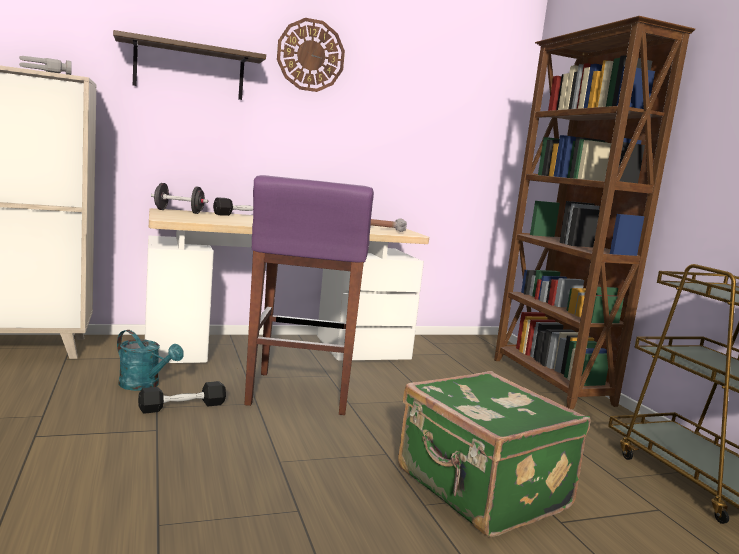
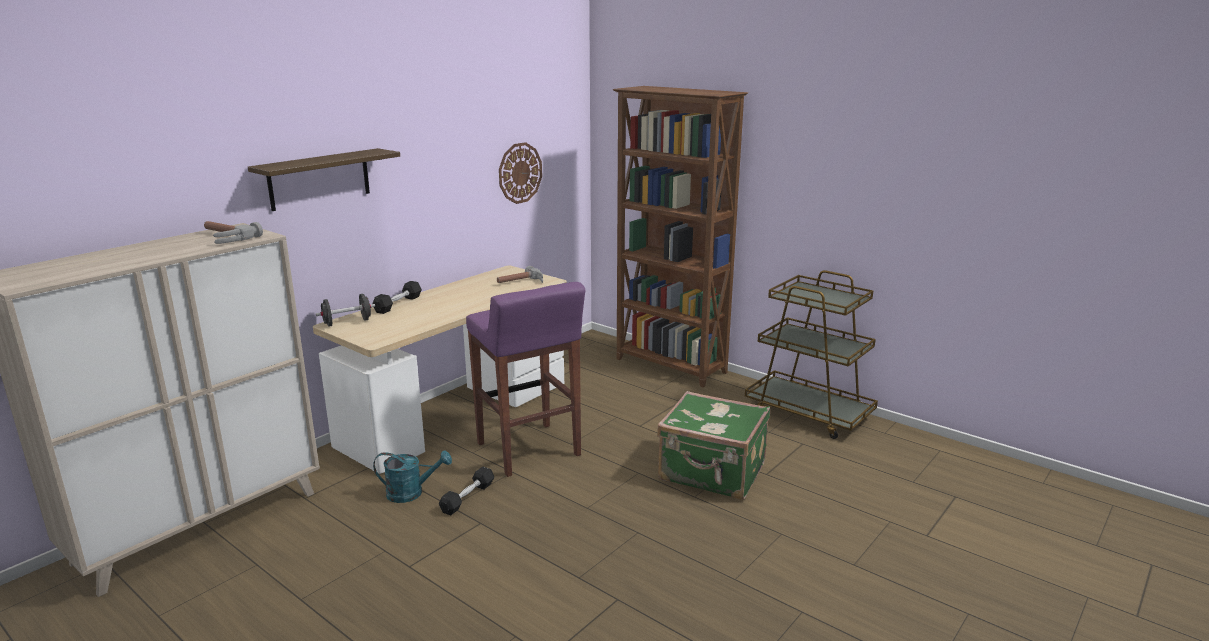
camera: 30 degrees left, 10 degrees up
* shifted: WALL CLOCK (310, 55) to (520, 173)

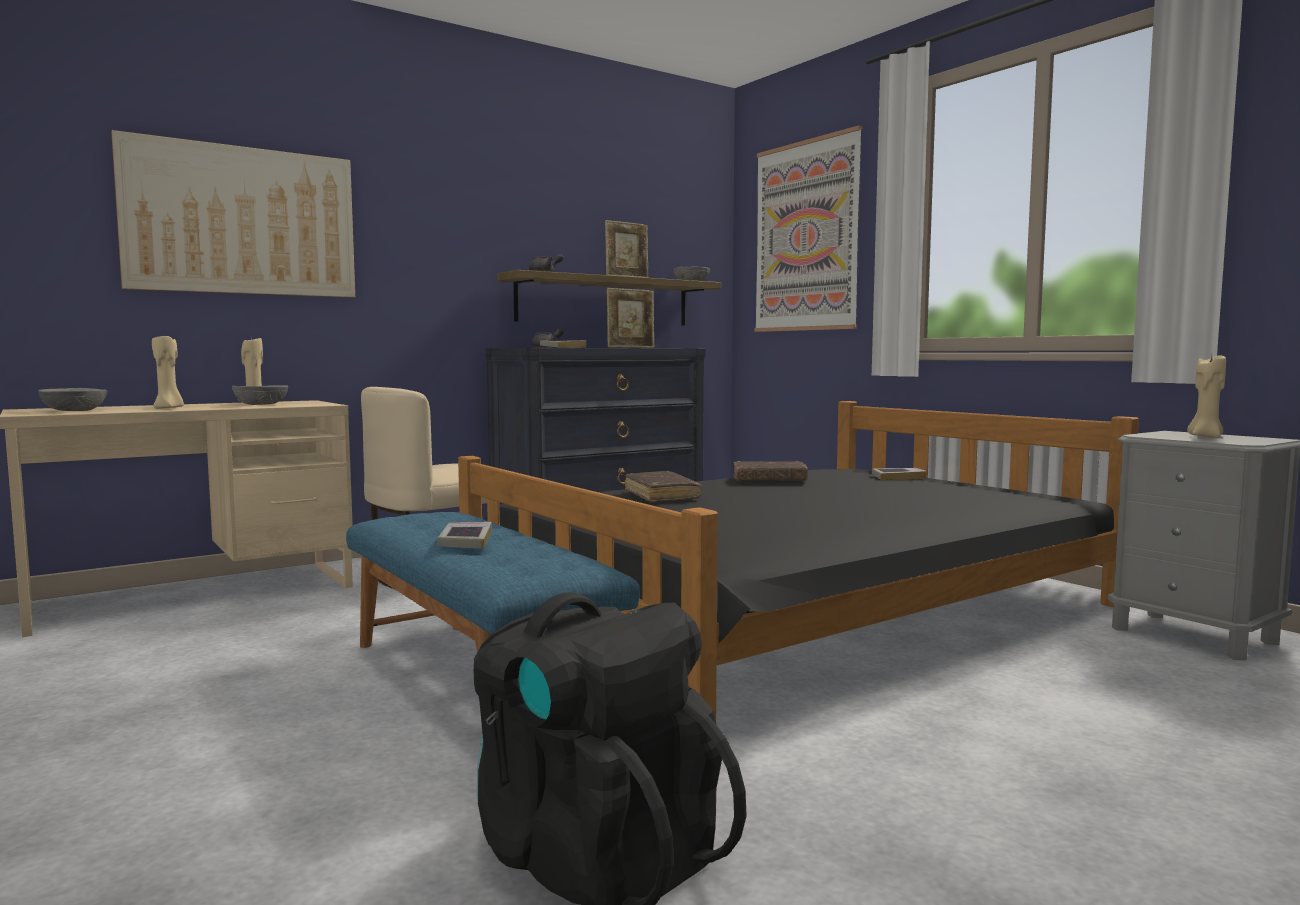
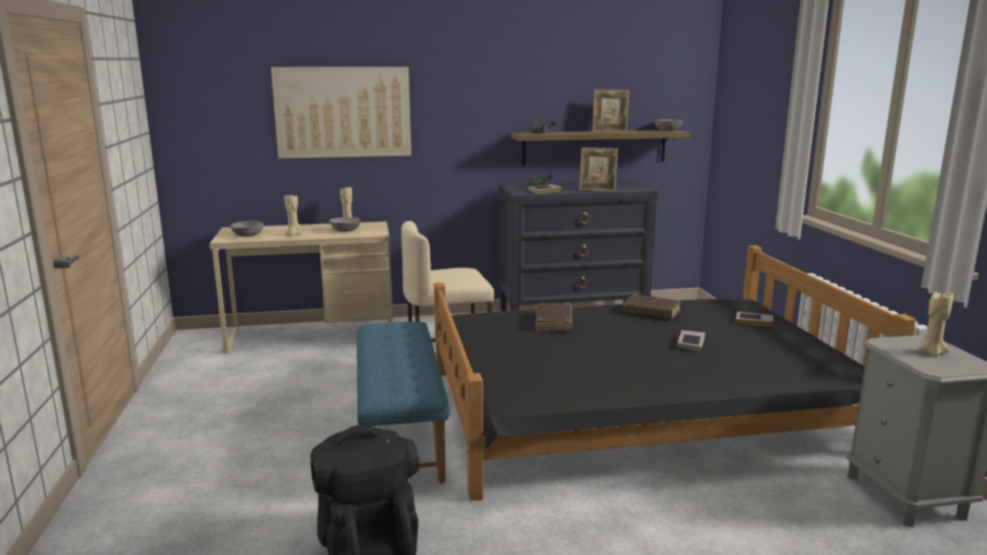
camera: 25 degrees right, 10 degrees up
* shifted: BOOK (465, 541) to (690, 343)
* gone: PICTURE (806, 236)

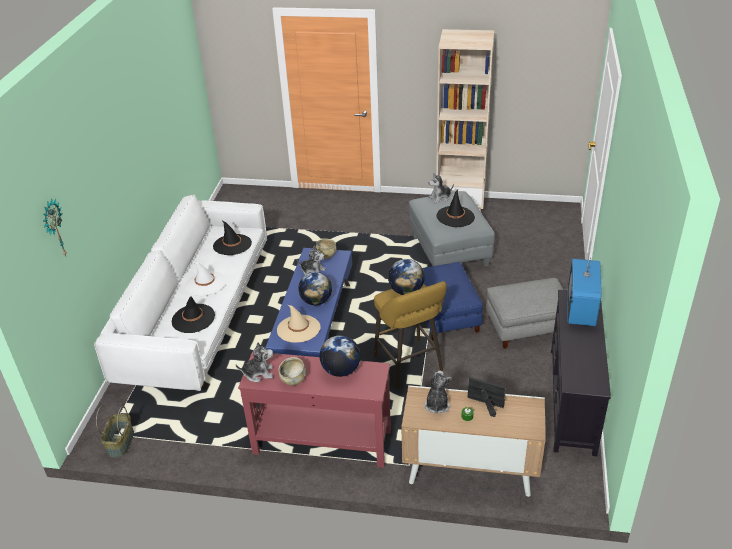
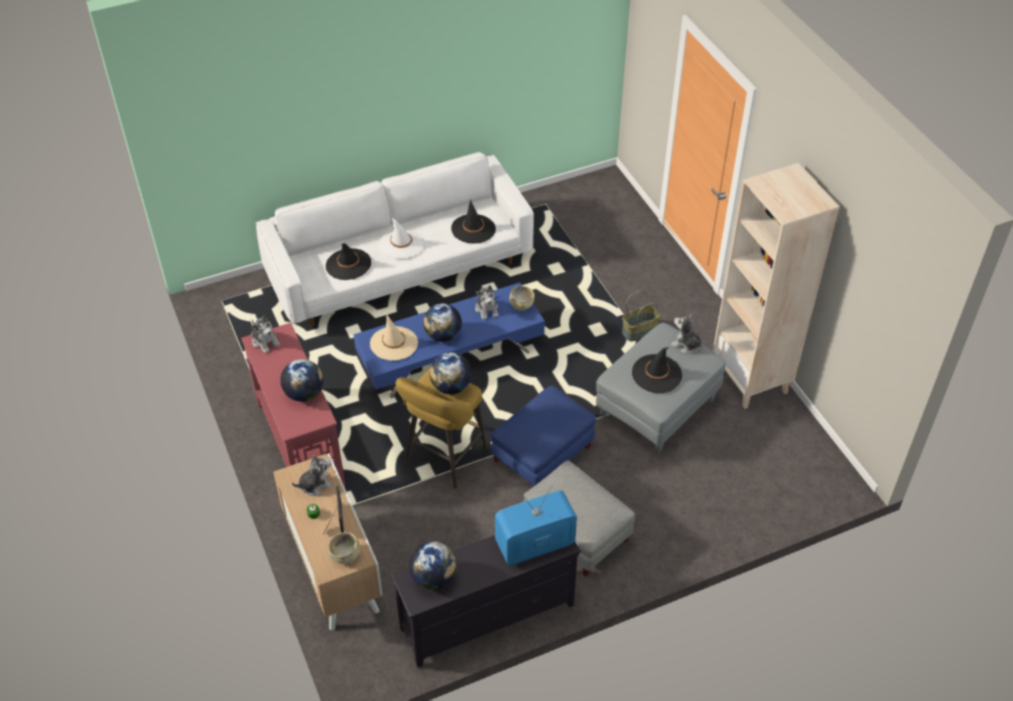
camera: 55 degrees right, 10 degrees up
* gone: WALL CLOCK (54, 229)
* shifted: BASKET (120, 442) to (639, 330)
* shifted: BEIGE BOWL (293, 379) to (345, 555)
* new: GLOBE (433, 578)

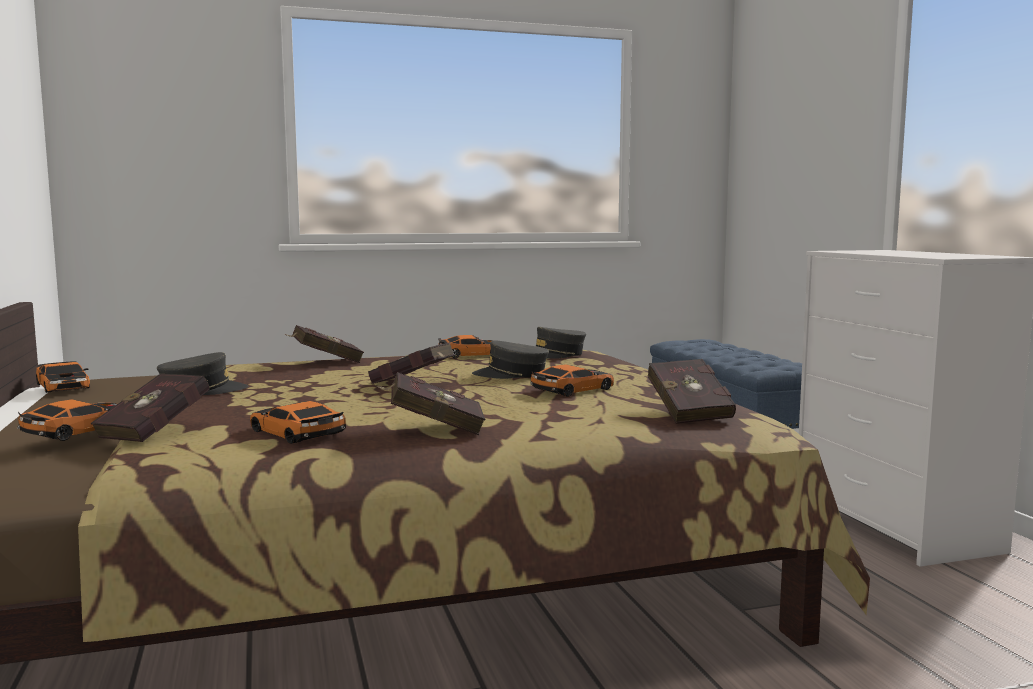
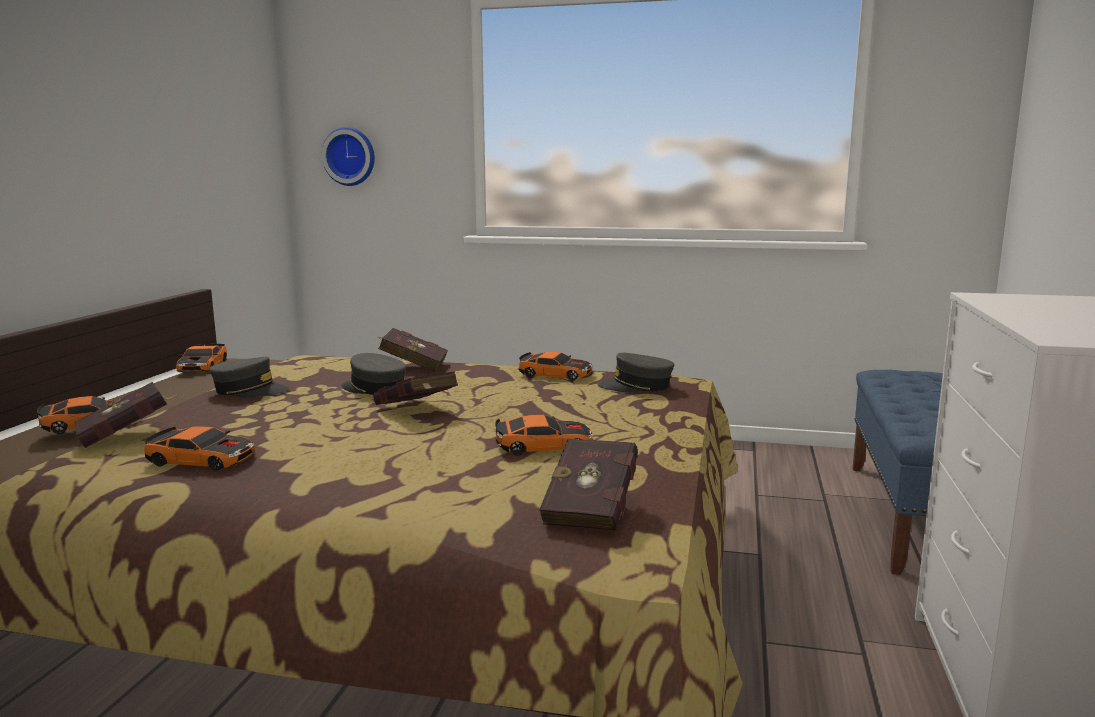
camera: 30 degrees right, 5 degrees up
* rotated: TOY CAR (295, 433) = (203, 459) 120 degrees clockwise
* gone: RED BOOK (432, 428)
* shifted: GREY CAP (511, 374) to (374, 388)
* new: WALL CLOCK (350, 156)

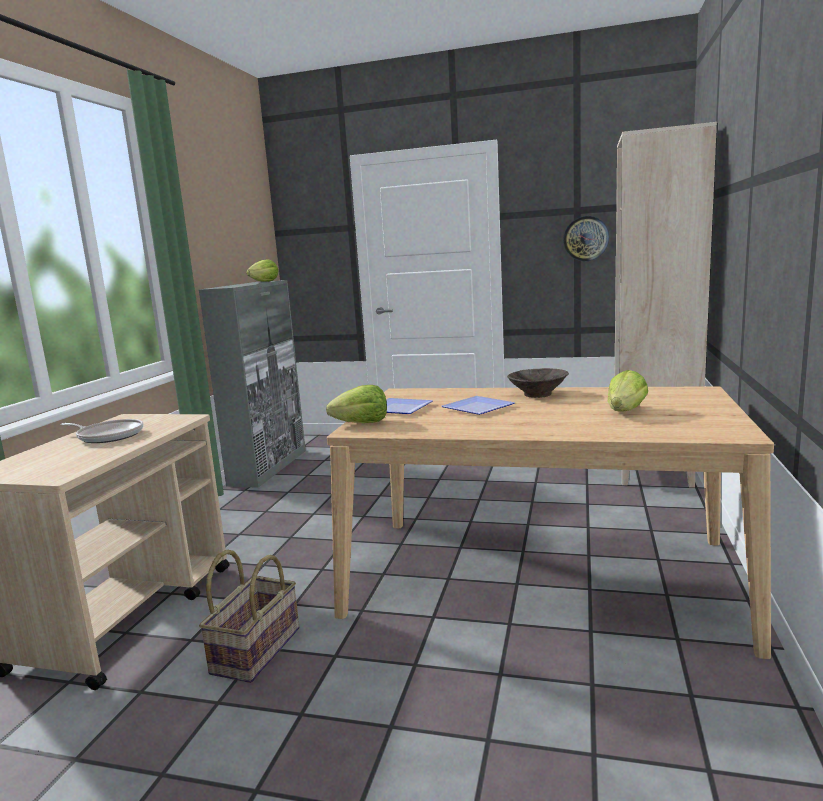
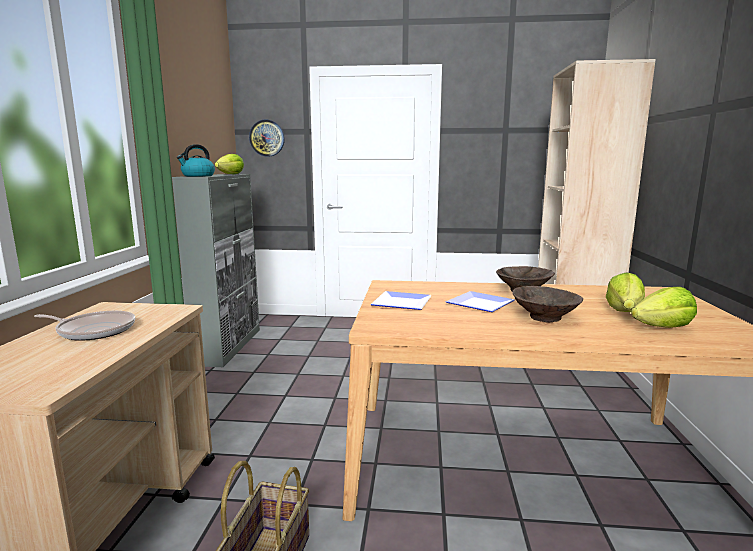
camera: 10 degrees left, 0 degrees up
* shifted: LETTUCE (362, 423) to (662, 327)
* shifted: WALL CLOCK (586, 238) to (267, 138)
* new: KETTLE (198, 176)
* new: BROWN BOWL (543, 317)

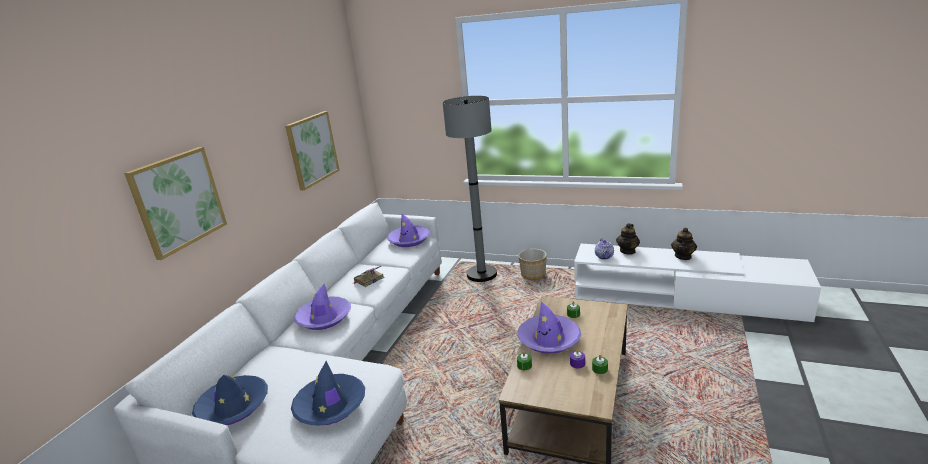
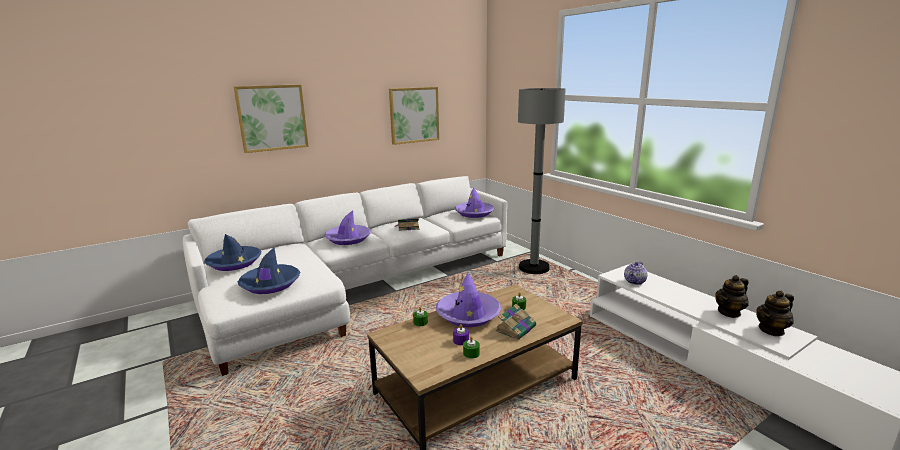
camera: 35 degrees right, 5 degrees down
* gone: PLANTER (533, 275)
* shifted: TEAPOT (627, 251) to (771, 330)
* new: BOOK (516, 328)

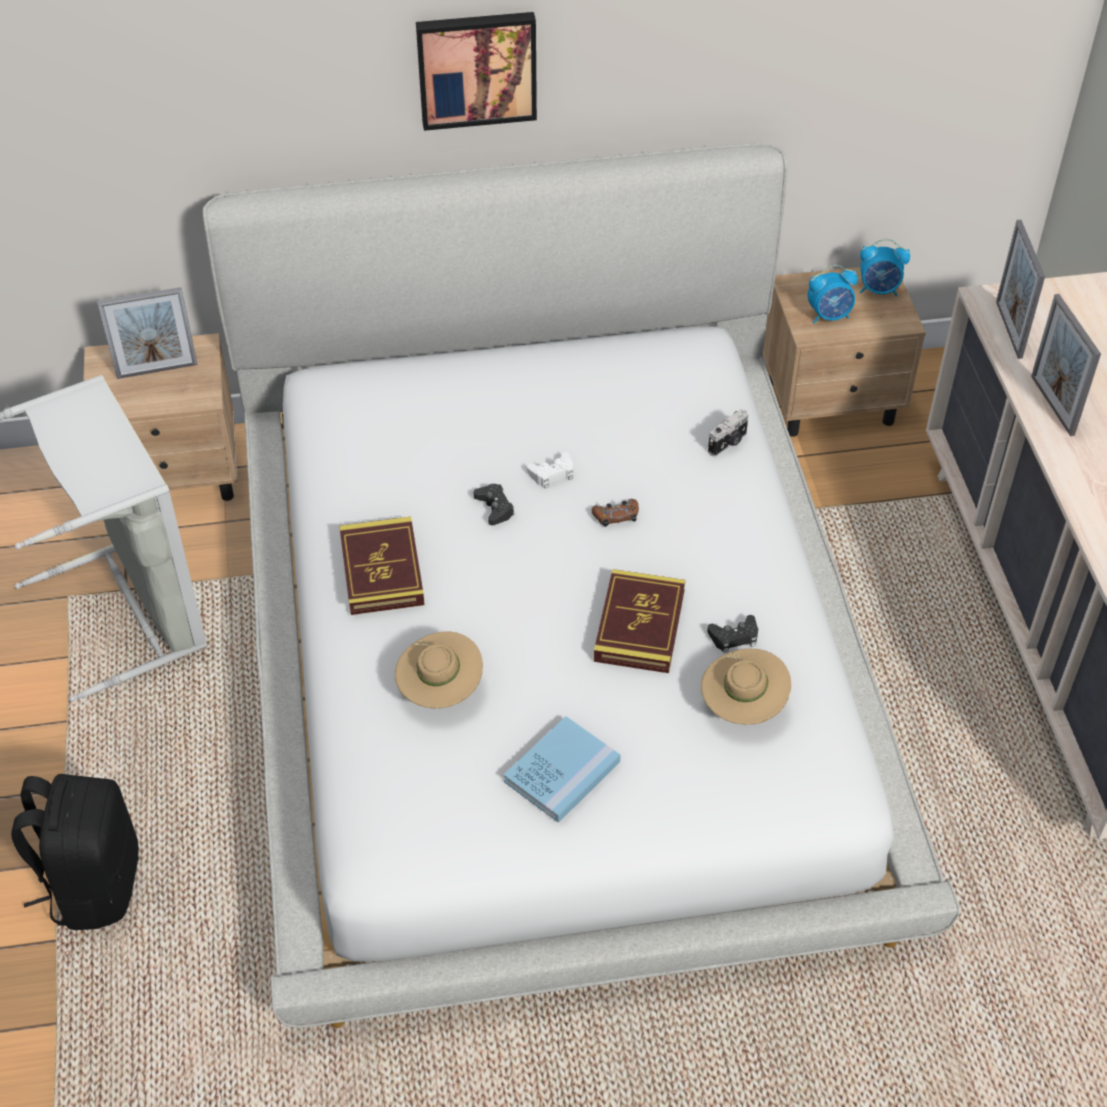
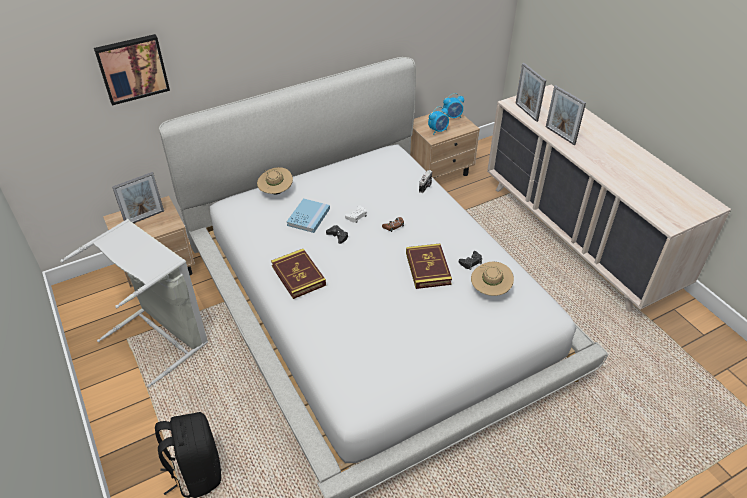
camera: 20 degrees left, 5 degrees down
* shifted: BEIGE HAT (440, 690) to (276, 191)
* shifted: PICTURE (476, 68) to (132, 68)
* shifted: BLUE BOOK (562, 771) to (308, 217)

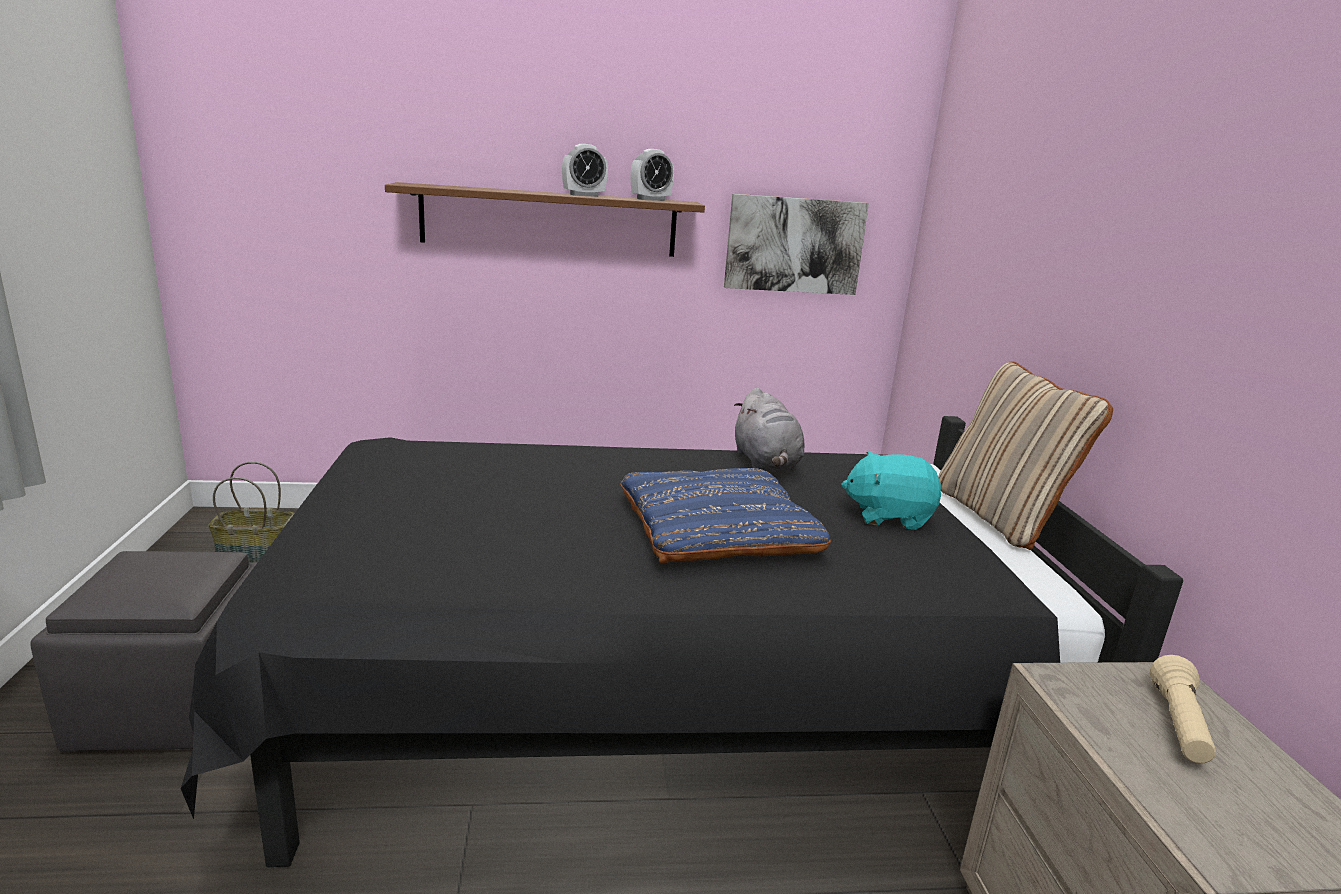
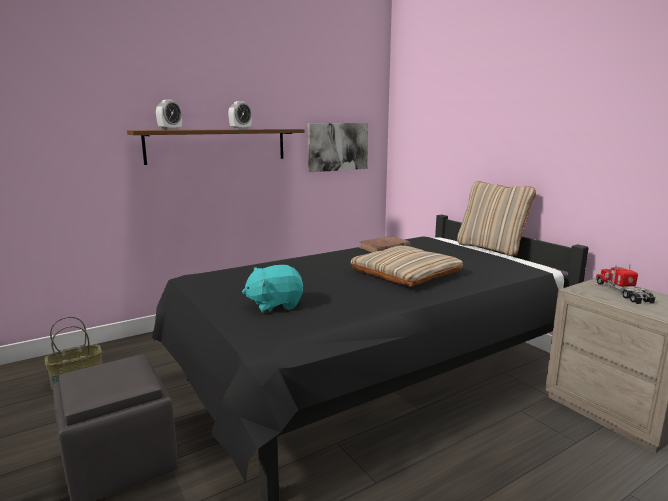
camera: 25 degrees left, 5 degrees down
* repainted: BLUE PILLOW (717, 528) to BEIGE PILLOW (405, 273)
* shifted: ALARM CLOCK (650, 199) to (170, 129)
* swapped: GREY PLUSH TOY (766, 463) to BROWN BOOK (384, 248)
* shifted: TURQUOISE PLUSH TOY (888, 516) to (275, 305)
* swapped: BEIGE FLASHLIGHT (1178, 726) to TOY TRUCK (623, 292)

